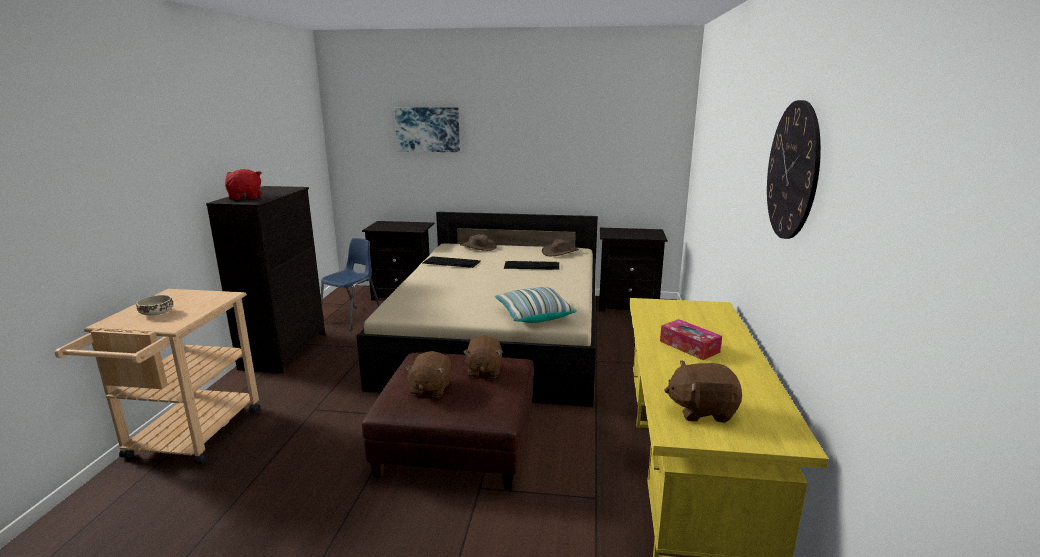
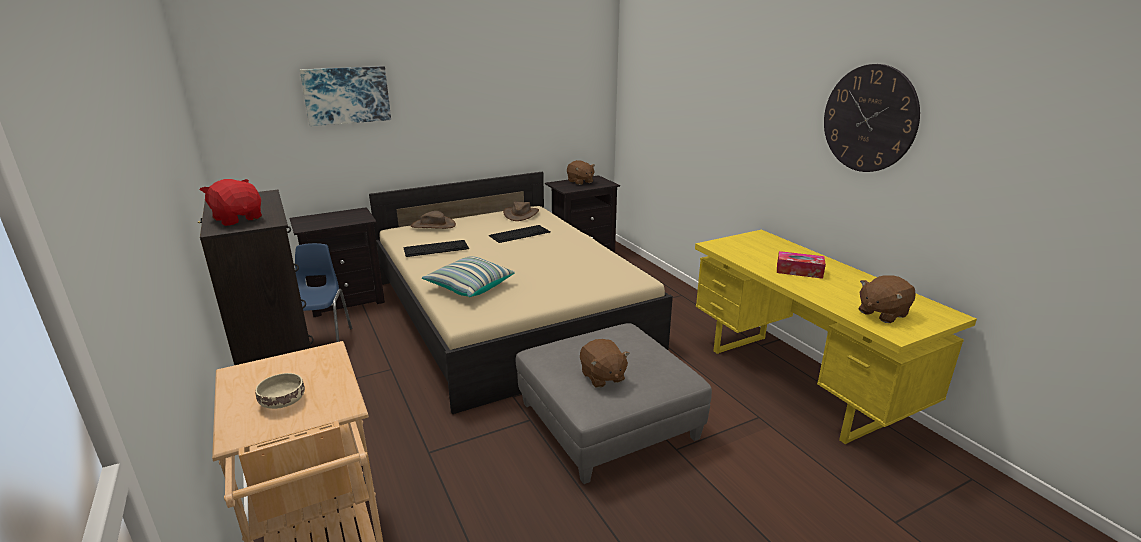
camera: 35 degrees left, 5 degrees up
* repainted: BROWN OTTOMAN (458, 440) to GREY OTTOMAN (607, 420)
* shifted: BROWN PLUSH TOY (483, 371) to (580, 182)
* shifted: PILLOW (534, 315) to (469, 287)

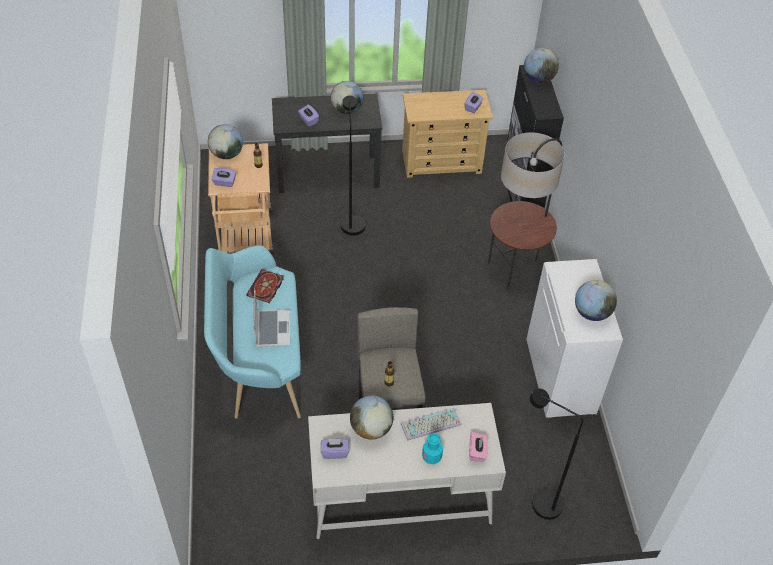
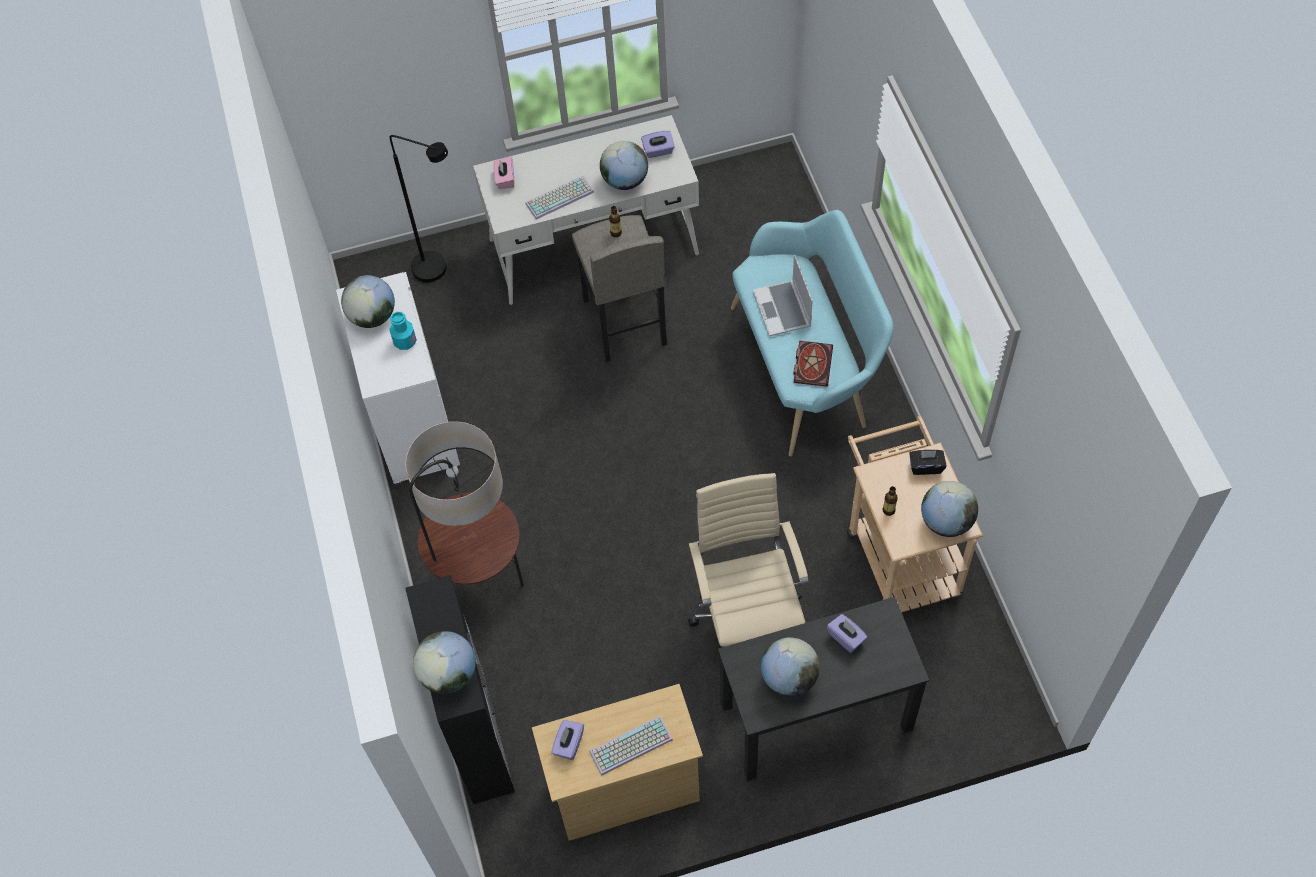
camera: 175 degrees right, 10 degrees up
* repainted: PURPLE TISSUE BOX (224, 182) to BLACK TISSUE BOX (926, 466)
* swapped: BLACK FLOOR LAMP (351, 221) to BEIGE OFFICE CHAIR (747, 621)
* shifted: TURQUOISE BOTTLE (431, 456) to (405, 341)
* new: KEYBOARD (630, 747)

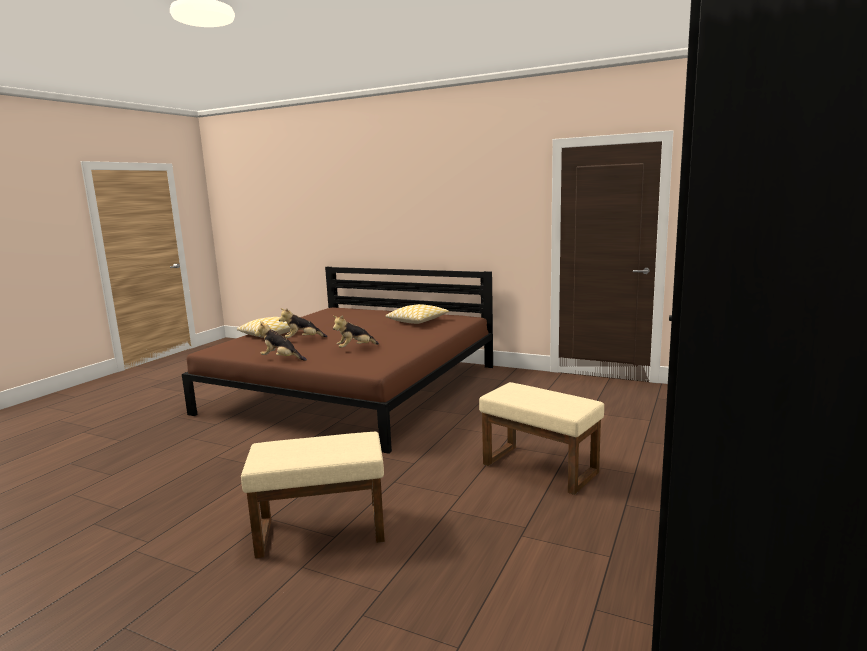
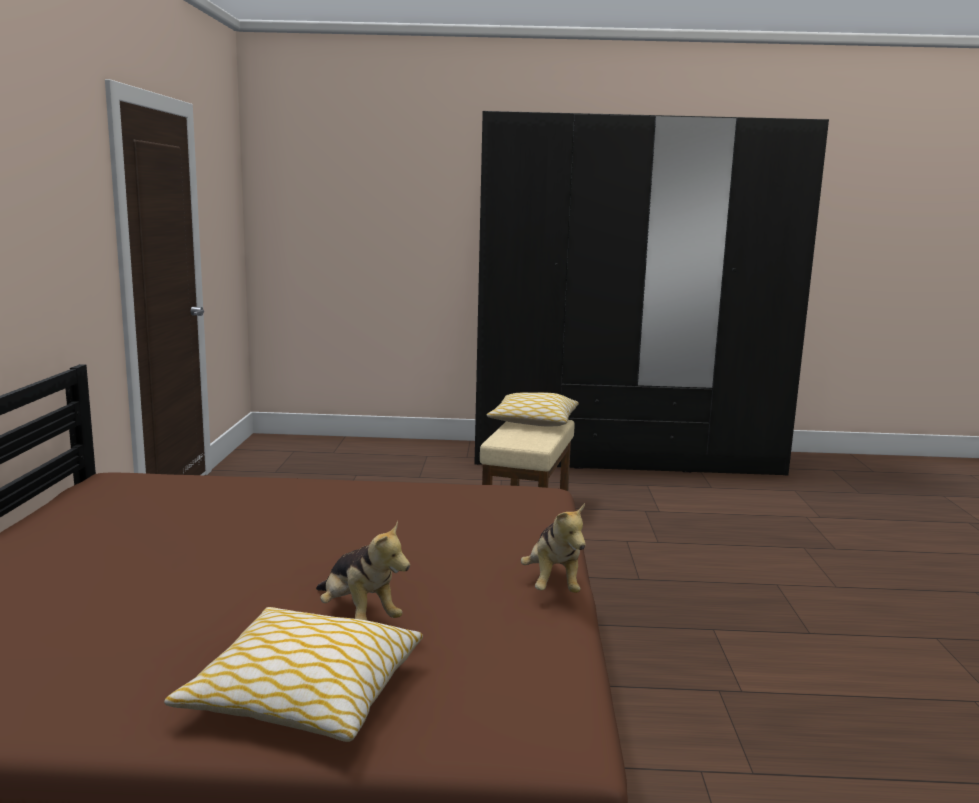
camera: 115 degrees left, 0 degrees up
* gone: BEIGE OTTOMAN (320, 532)
* gone: PLUSH TOY (355, 348)
* shifted: PILLOW (417, 321) to (533, 422)

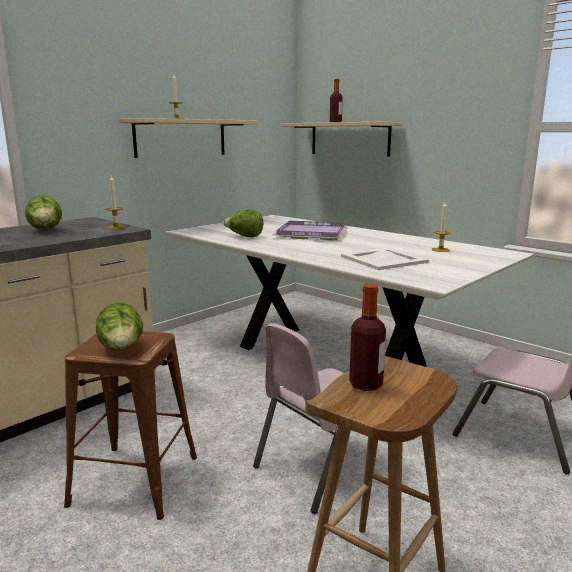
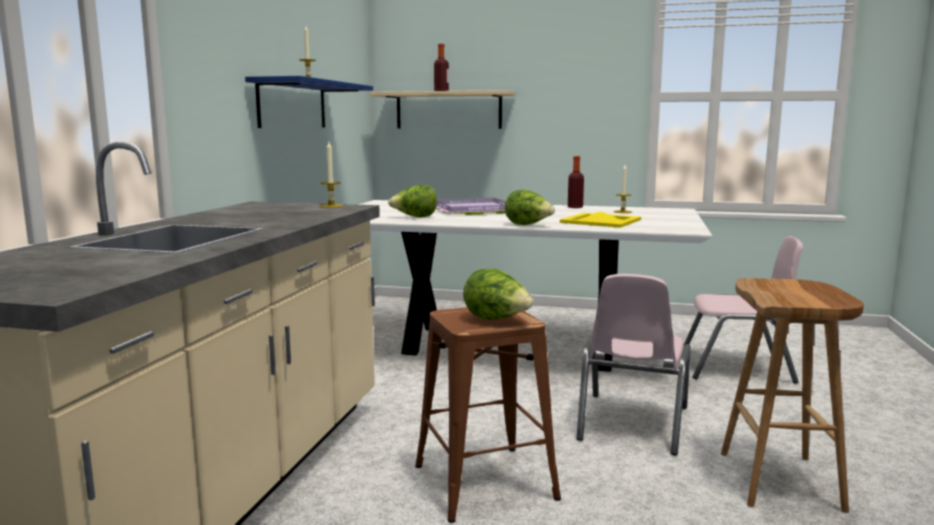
camera: 30 degrees left, 5 degrees down
* shifted: LETTUCE (46, 230) to (528, 225)
* repainted: BEIGE SHELF (181, 138) to BLUE SHELF (292, 105)
* repainted: WHITE TRAY (383, 259) to YELLOW TRAY (600, 221)
* shifted: BOTTLE (365, 384) to (575, 207)

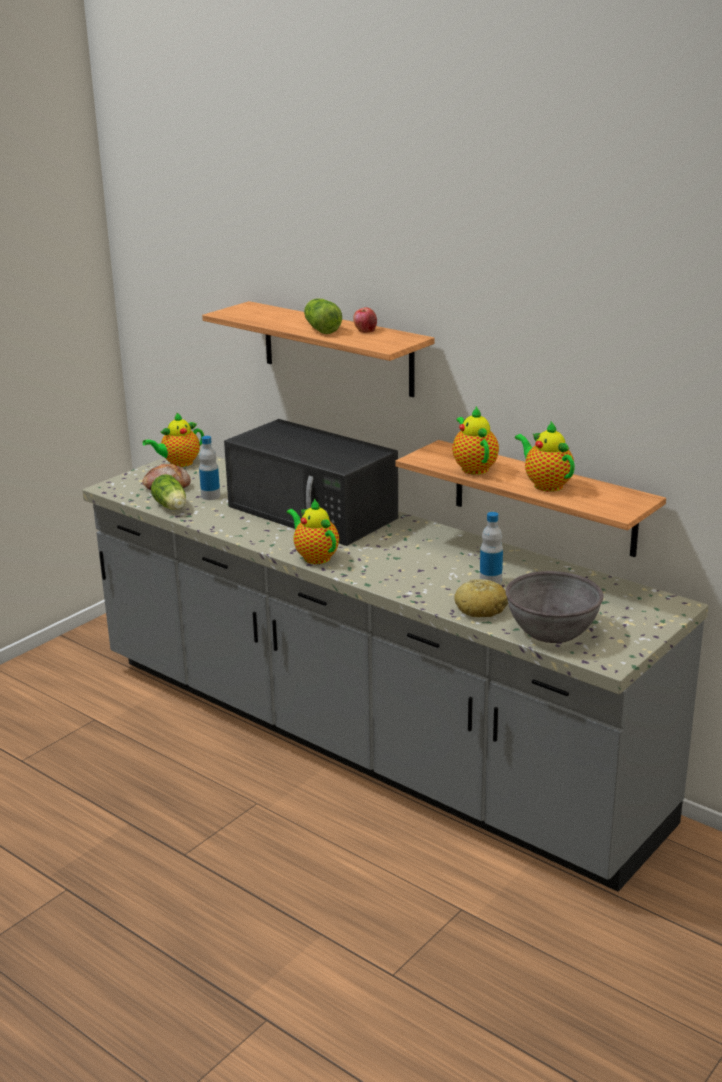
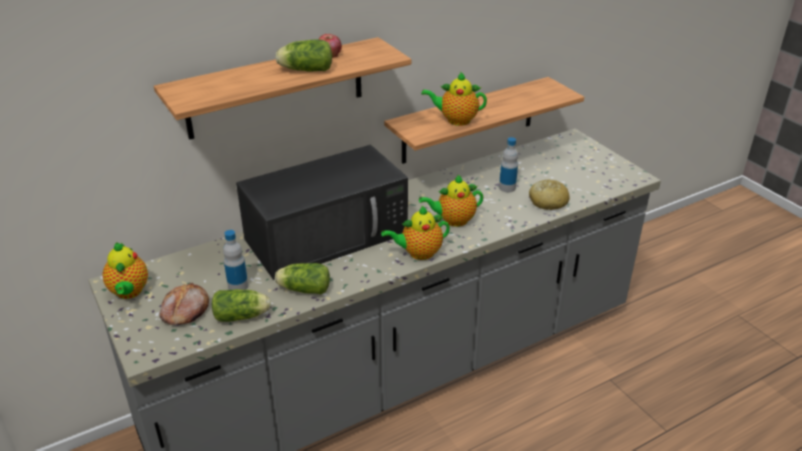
camera: 70 degrees left, 10 degrees up
* gone: GREY BOWL (552, 631)
* shifted: TEAPOT (545, 484) to (453, 220)
* new: LETTUCE (303, 289)

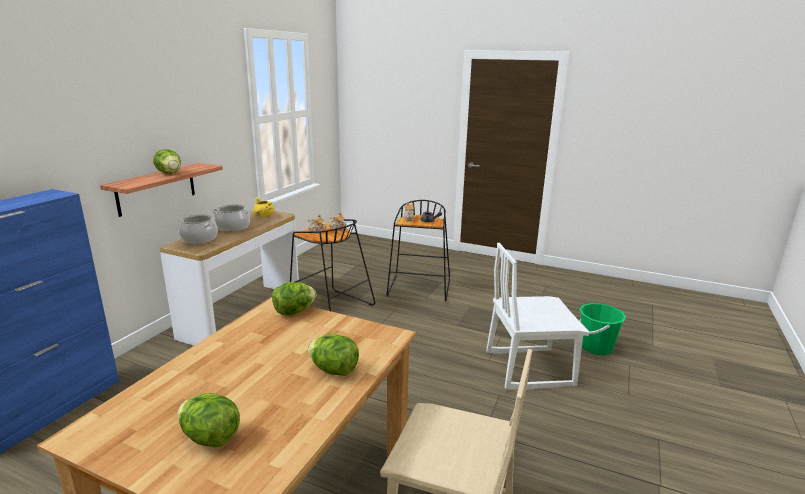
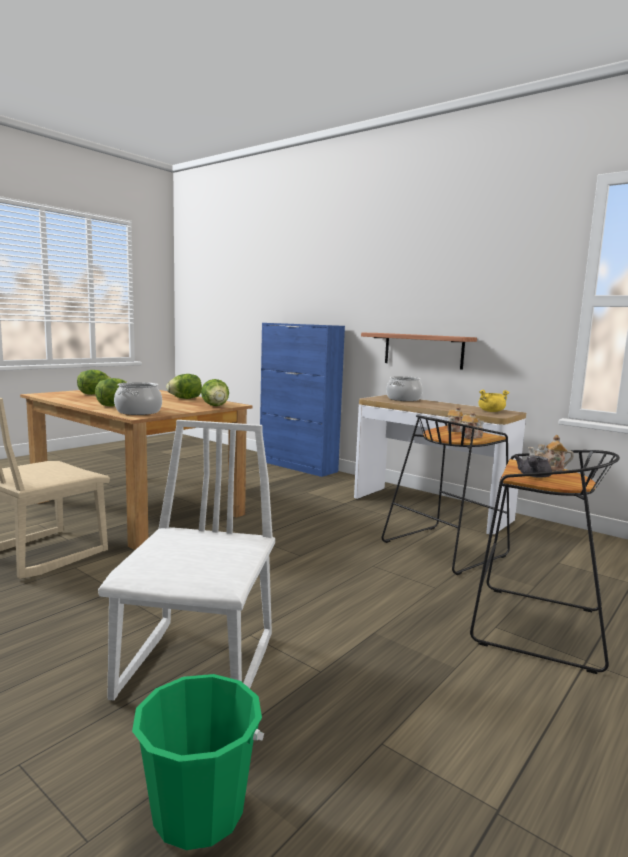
camera: 105 degrees right, 10 degrees down
* shifted: LETTUCE (169, 173) to (185, 398)
* shifted: COOKING POT (233, 227) to (138, 412)

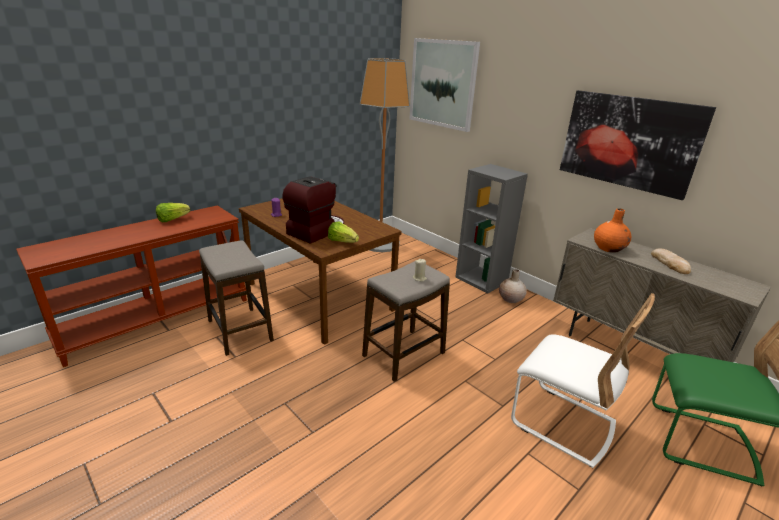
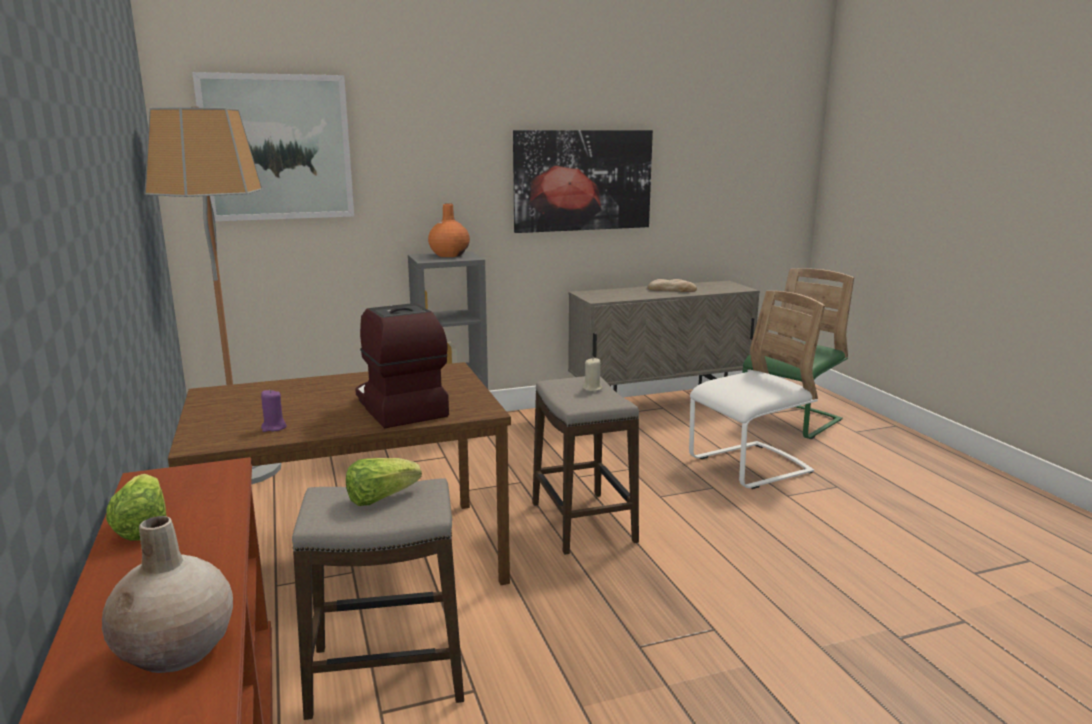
camera: 65 degrees left, 10 degrees down
* shifted: LETTUCE (342, 242) to (380, 498)
* shifted: BEIGE VASE (510, 299) to (176, 651)
* shifted: ORANGE VASE (609, 248) to (449, 255)

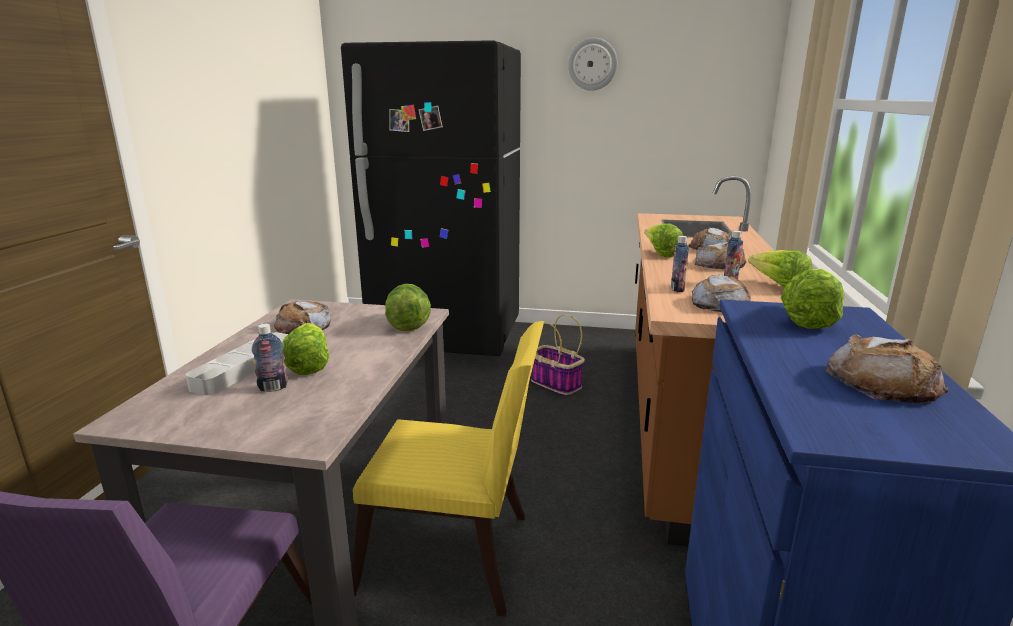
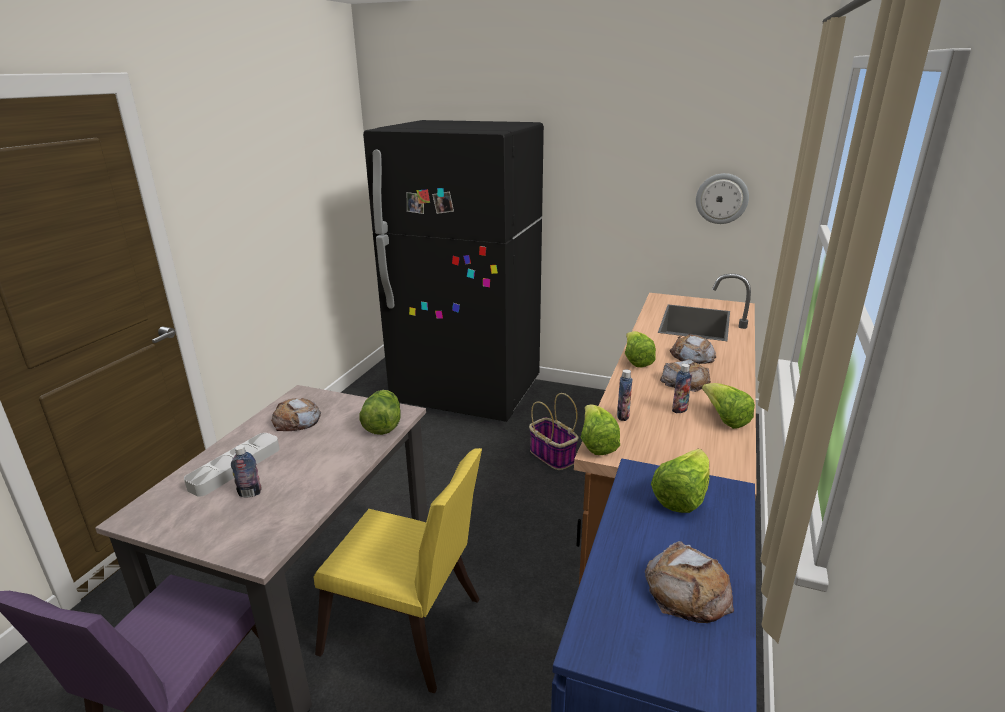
camera: 10 degrees right, 5 degrees up
* shifted: LETTUCE (308, 365) to (596, 444)
* shifted: WALL CLOCK (592, 64) to (722, 198)
* gone: BREAD (719, 303)

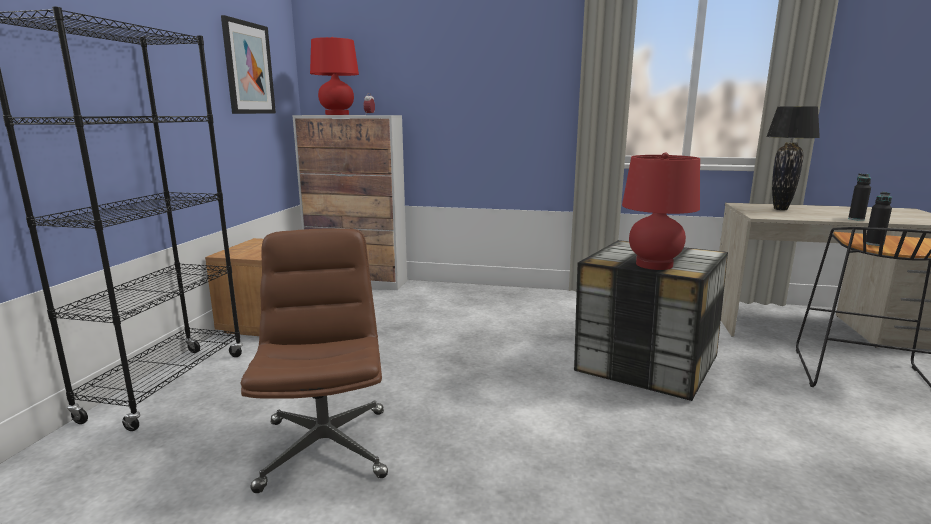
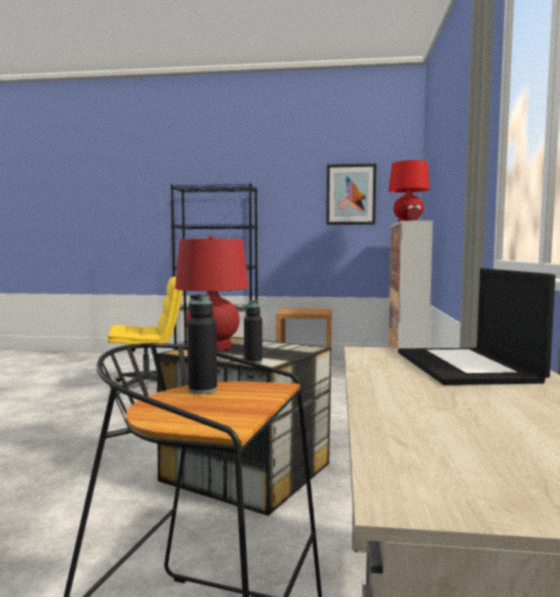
camera: 85 degrees right, 10 degrees down
* repainted: BROWN OFFICE CHAIR (325, 447) to YELLOW OFFICE CHAIR (148, 386)
* swapped: BLACK TABLE LAMP (780, 209) to LAPTOP (467, 367)
* shifted: BLACK BOTTLE (856, 219) to (253, 362)

